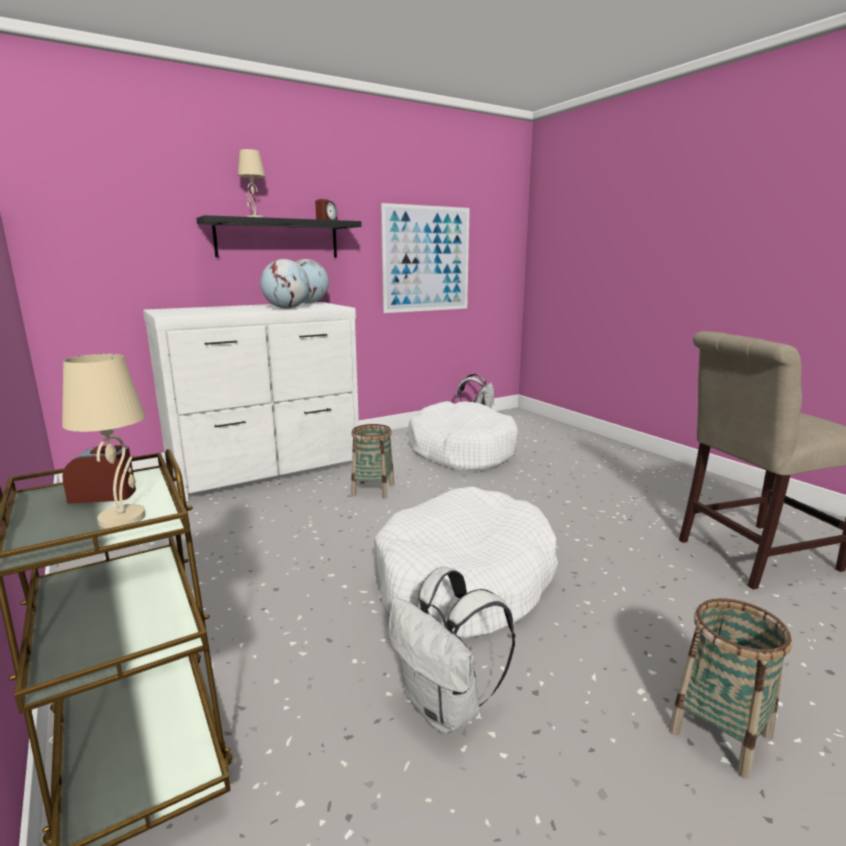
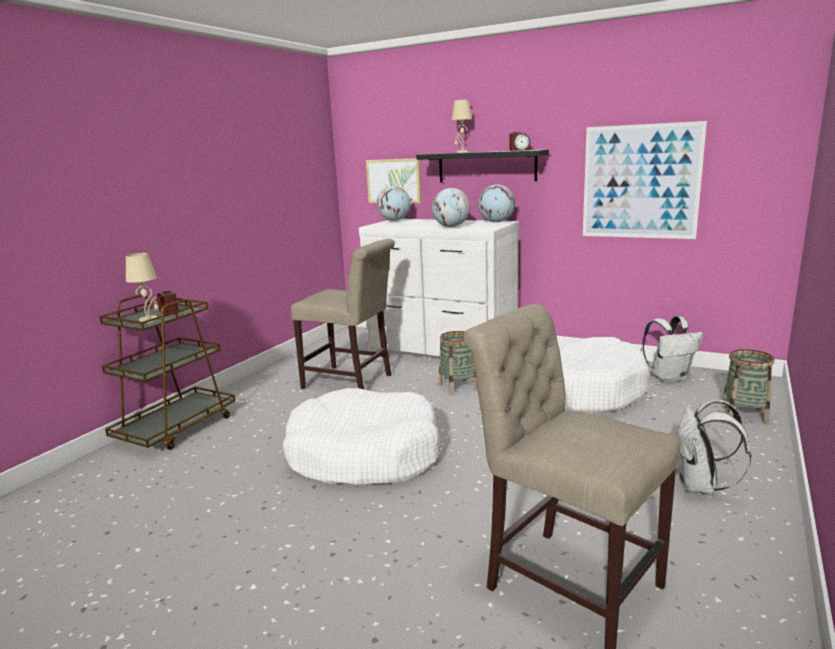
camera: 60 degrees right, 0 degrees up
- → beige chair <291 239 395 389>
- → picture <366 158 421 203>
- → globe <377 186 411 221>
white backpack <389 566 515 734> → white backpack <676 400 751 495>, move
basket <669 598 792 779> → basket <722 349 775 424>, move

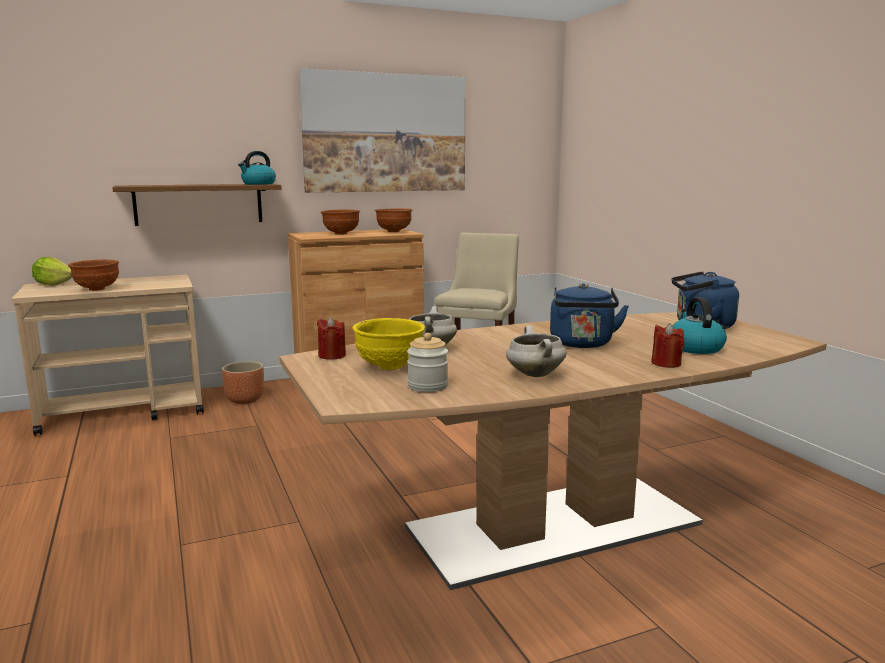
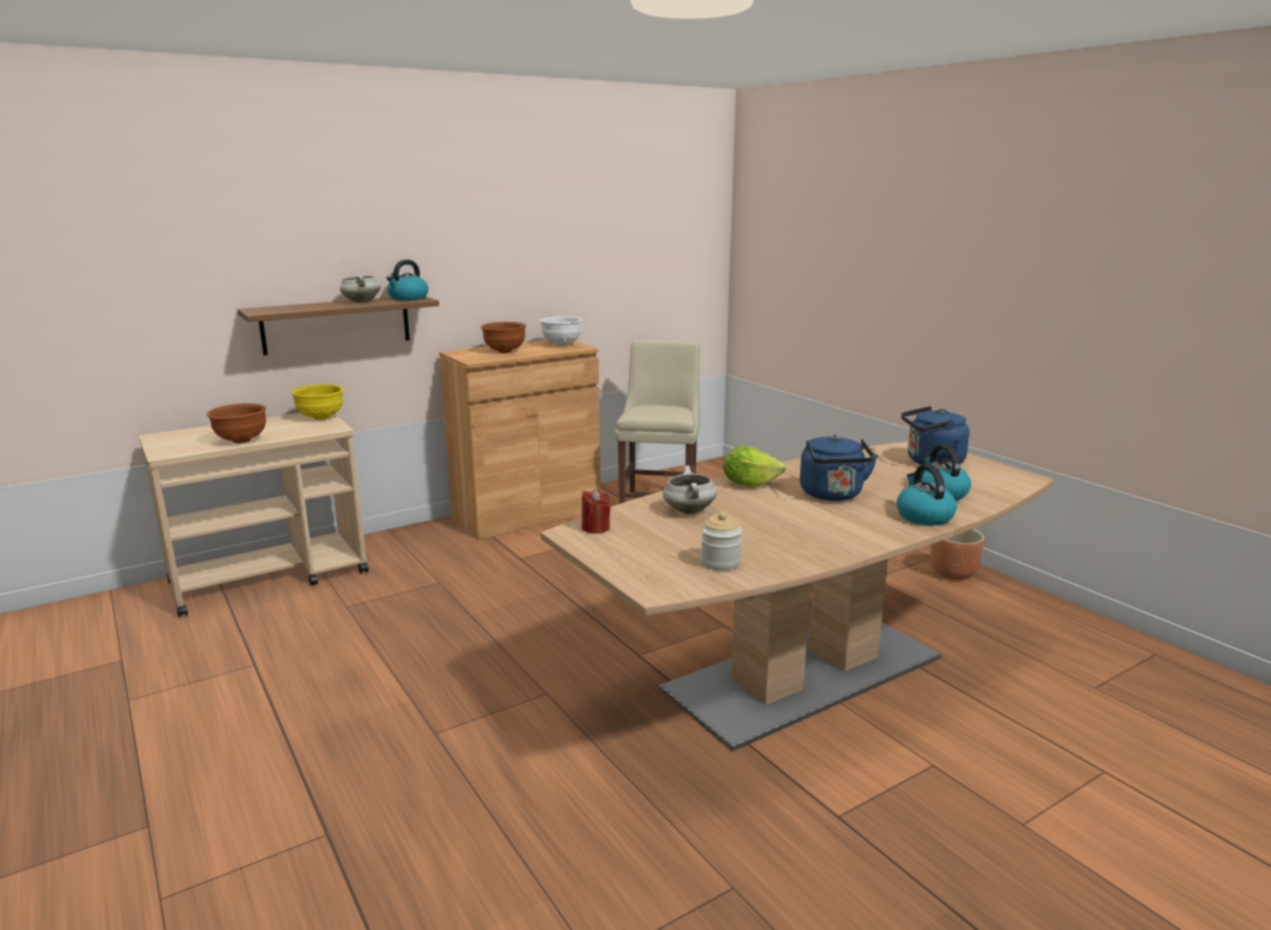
camera: 10 degrees left, 5 degrees up
picture <299 68 466 193> → -
lettuce <32 257 72 286> → lettuce <723 446 786 487>, move
brown planter <222 361 264 404> → brown planter <930 529 984 579>, move
yellow bowl <352 318 425 370> → yellow bowl <291 384 344 420>, move
white cooking pot <506 326 566 377> → white cooking pot <340 271 381 303>, move
red candle <651 323 684 368> → kettle <897 464 957 526>
brown bowl <375 209 412 232> → white bowl <539 316 583 346>

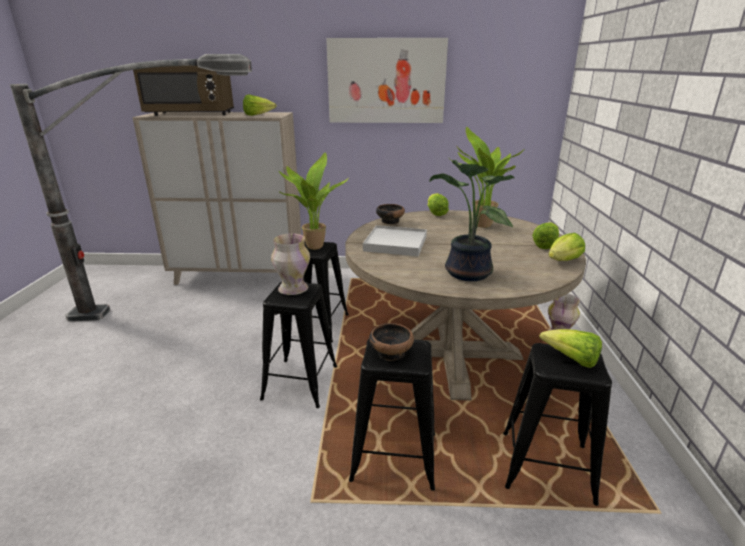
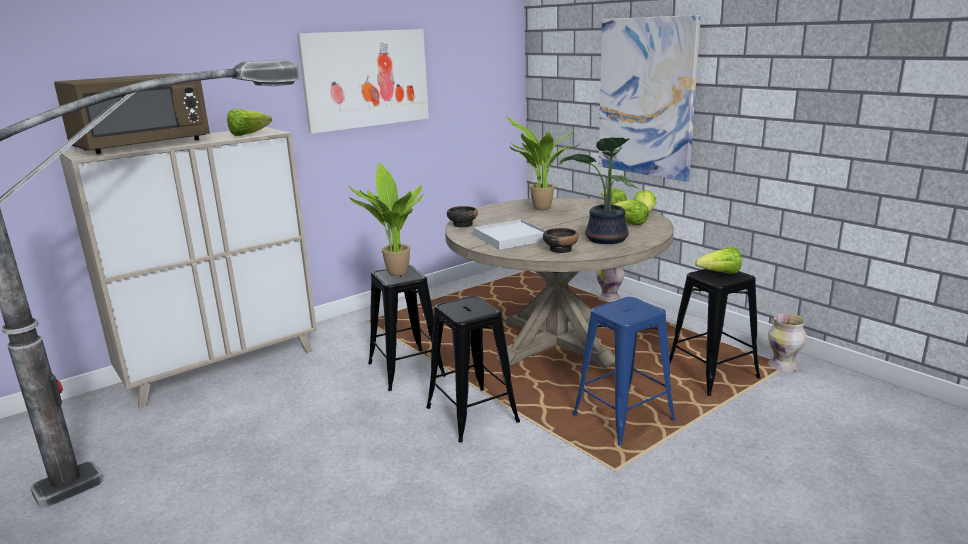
camera: 40 degrees left, 5 degrees down
- → picture <598 15 701 182>
vase <271 233 310 295> → vase <768 313 807 372>, move
bowl <369 323 414 361> → bowl <543 228 579 253>, move
lettuce <428 193 449 216> → lettuce <613 200 649 225>, move
black stool <349 339 435 491> → blue stool <572 297 676 446>

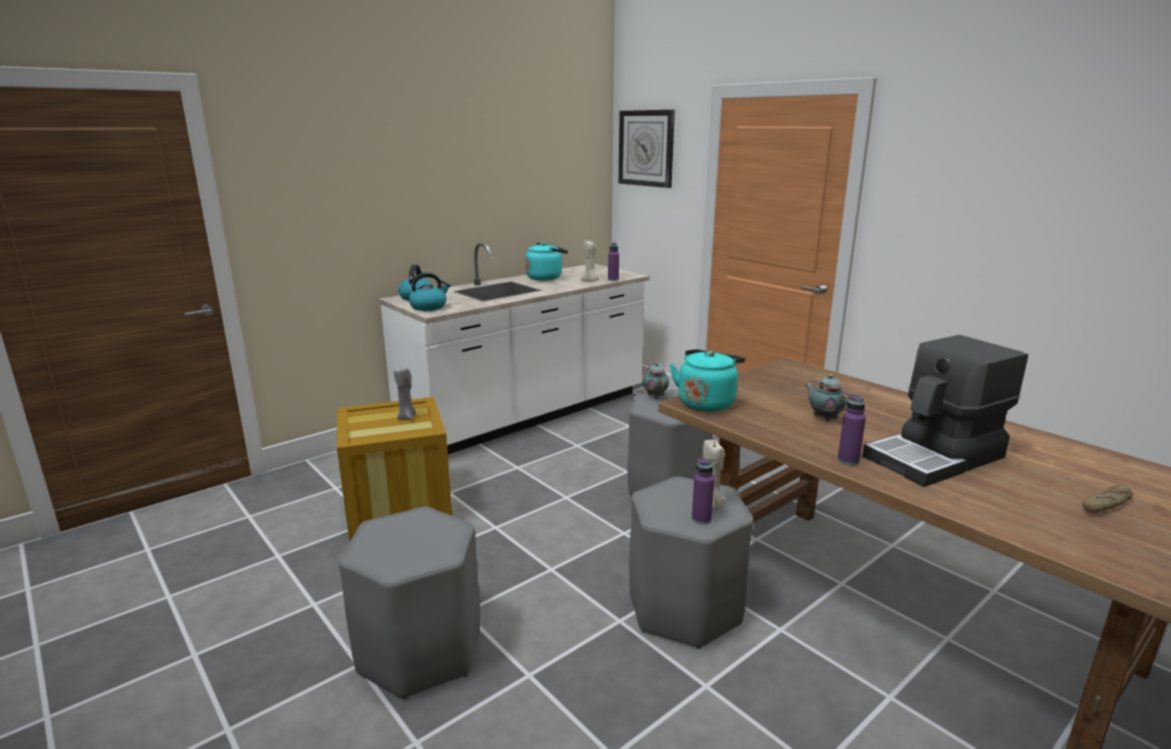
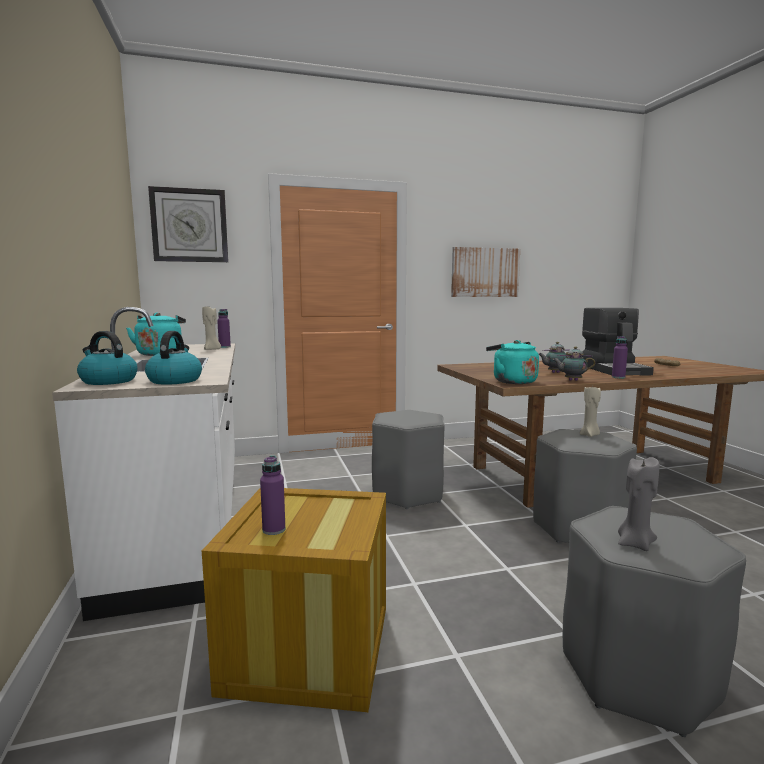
camera: 65 degrees left, 10 degrees down
- → picture <451 247 520 297>
grey candle <394 368 416 420> → grey candle <618 457 659 551>, move
teapot <643 362 669 399> → teapot <553 346 595 381>, move
purple bottle <692 458 715 524> → purple bottle <260 456 286 535>, move

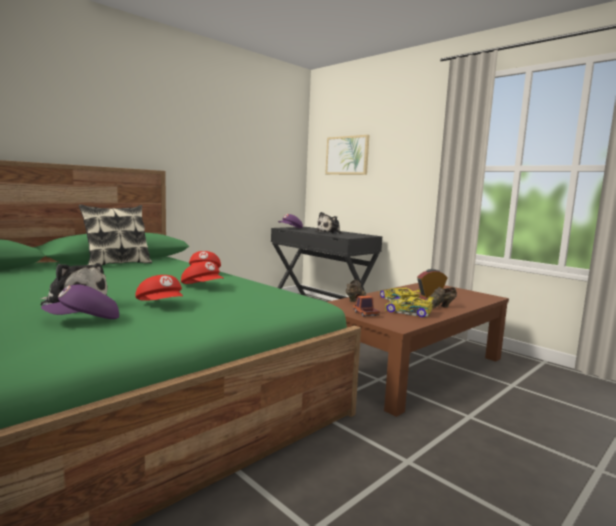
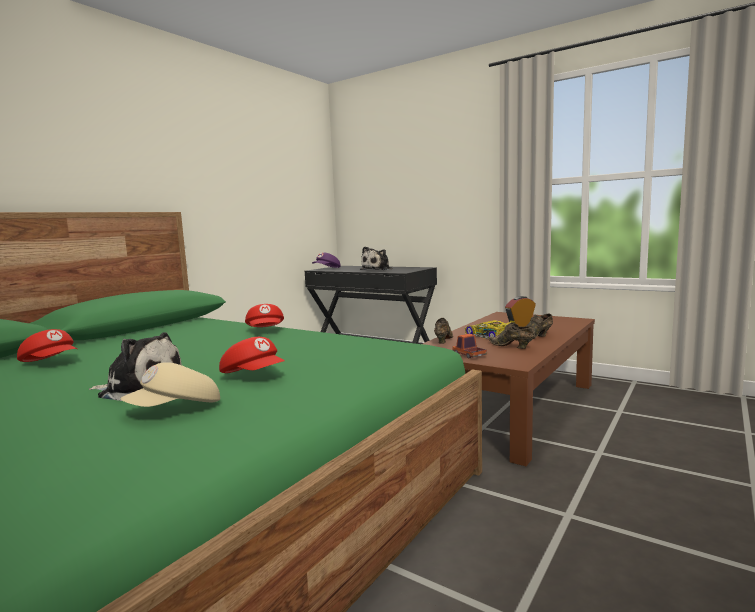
camera: 10 degrees left, 0 degrees up
pillow <79 205 152 266> → -
picture <326 135 370 175> → -
red cap <181 261 224 284> → red cap <17 329 77 362>, move
toy car <385 296 434 318> → brown shoe <488 322 535 349>
purple cap <41 284 119 319> → beige cap <120 362 220 407>

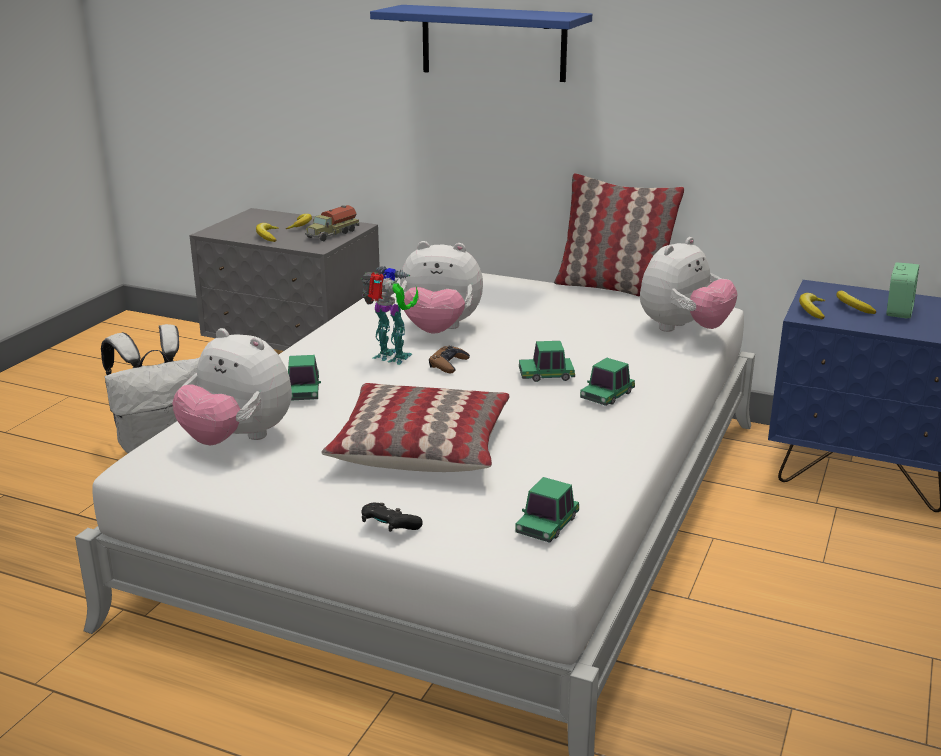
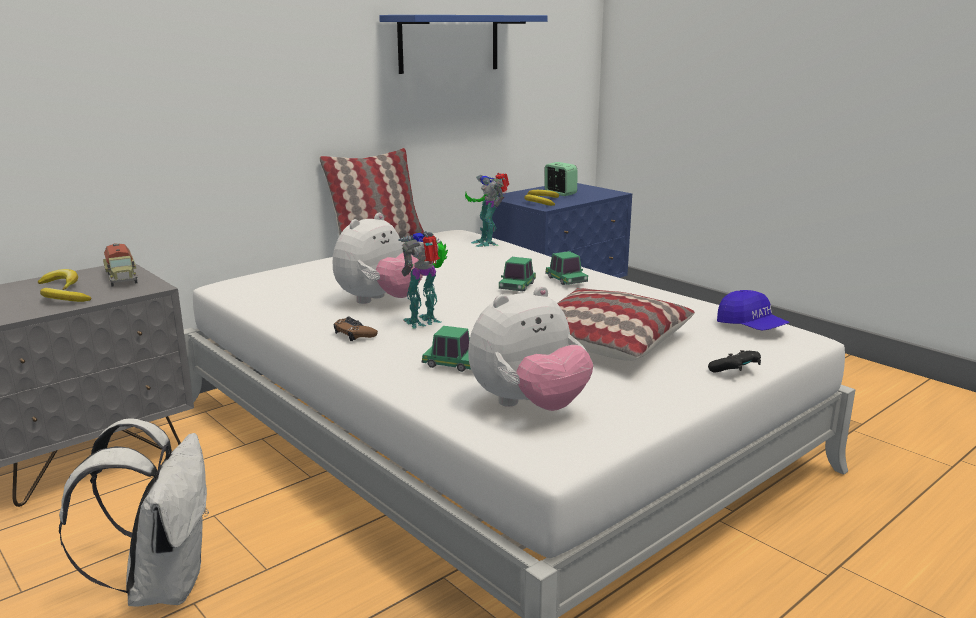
camera: 65 degrees left, 5 degrees down
blue shelf <370 5 592 82> → blue shelf <379 15 548 74>, move
brown game controller <429 346 470 373> → brown game controller <334 316 378 341>, move
toy car <515 477 579 543> → blue cap <717 290 790 331>
plush toy <640 237 737 332> → toy robot <465 173 509 247>

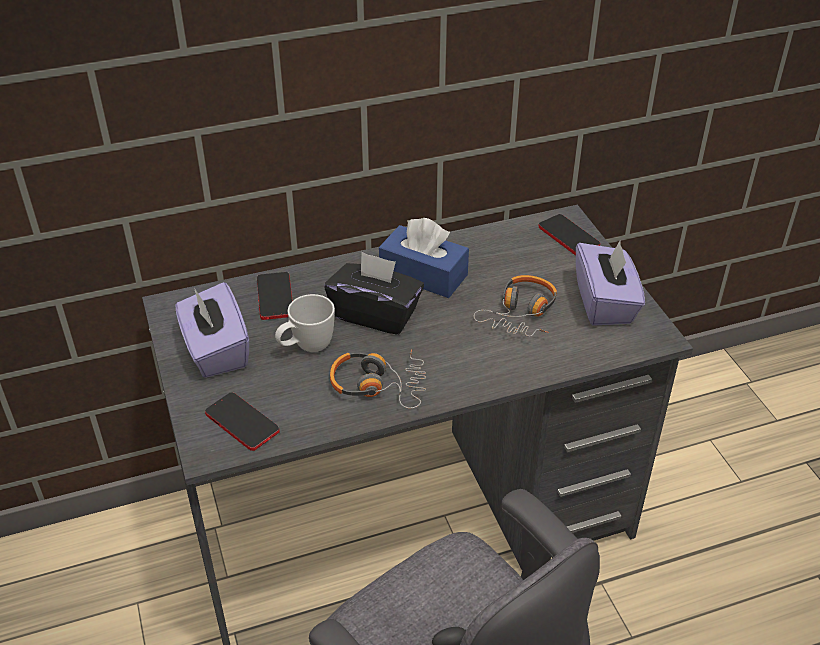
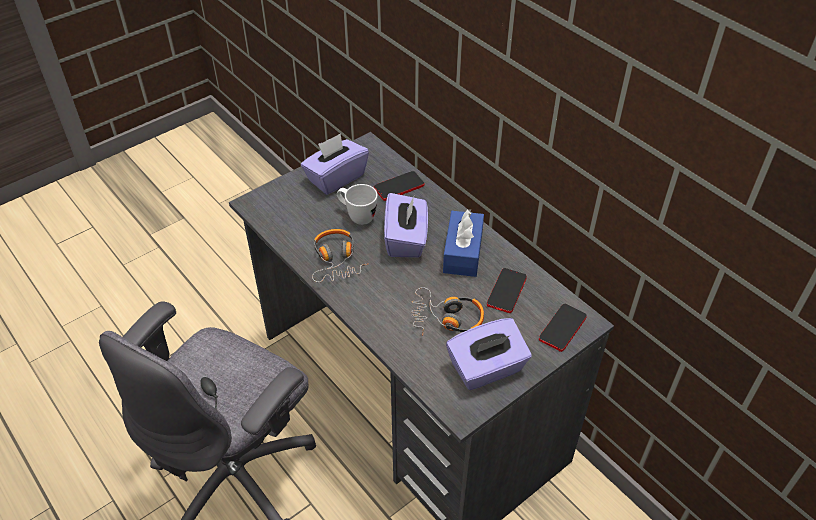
camera: 70 degrees right, 5 degrees up
phone <205 392 280 451> → phone <487 268 527 313>, move
black tissue box <325 252 424 335> → purple tissue box <384 193 428 258>

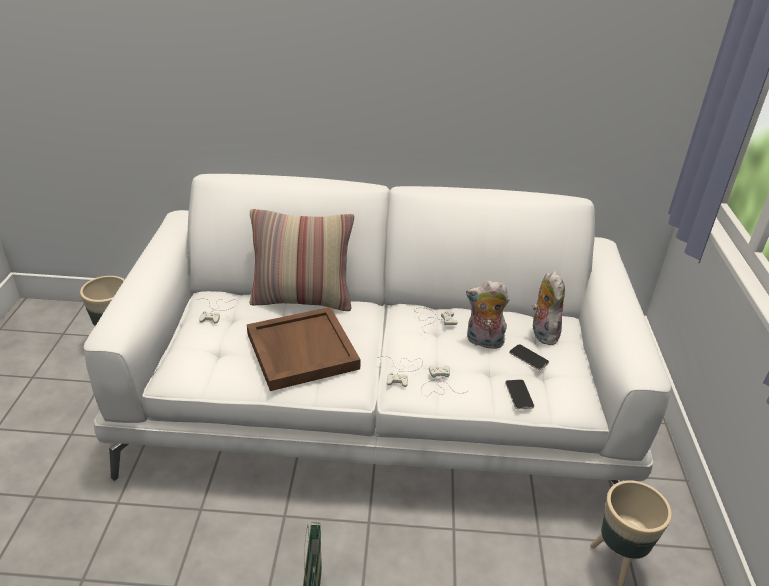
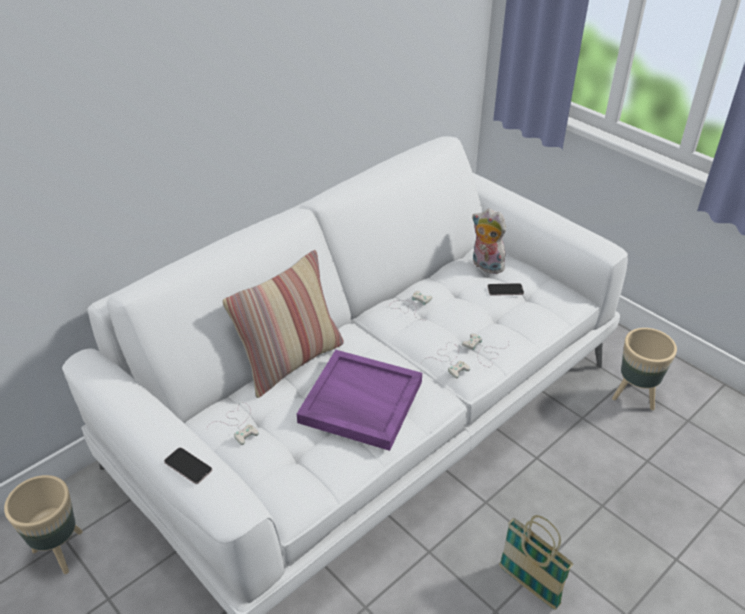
camera: 45 degrees left, 5 degrees up
plush toy <466 281 509 349> → -
phone <505 379 534 409> → phone <164 447 212 484>, move
brown tray <247 307 361 391> → purple tray <297 350 422 451>

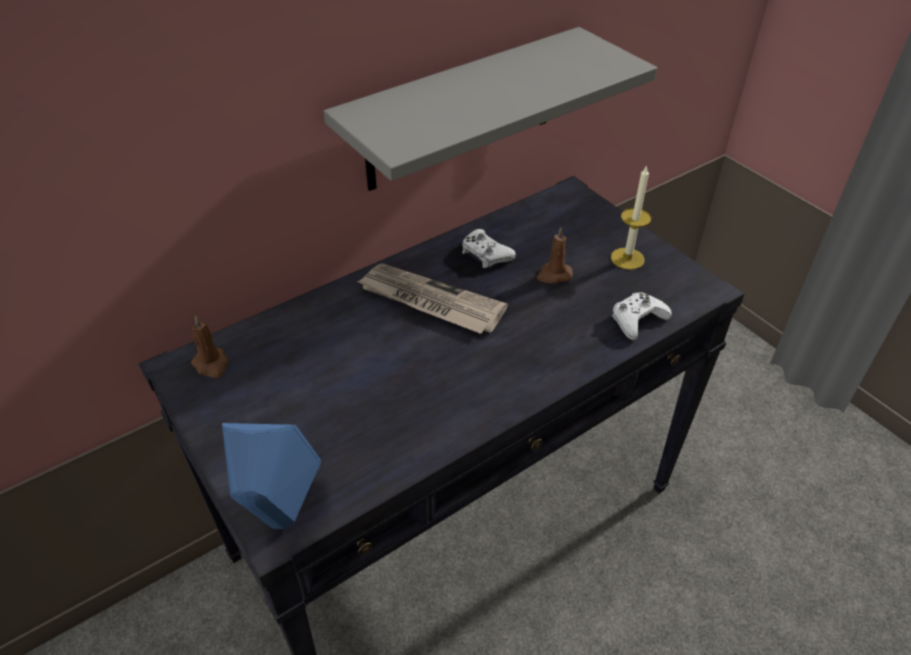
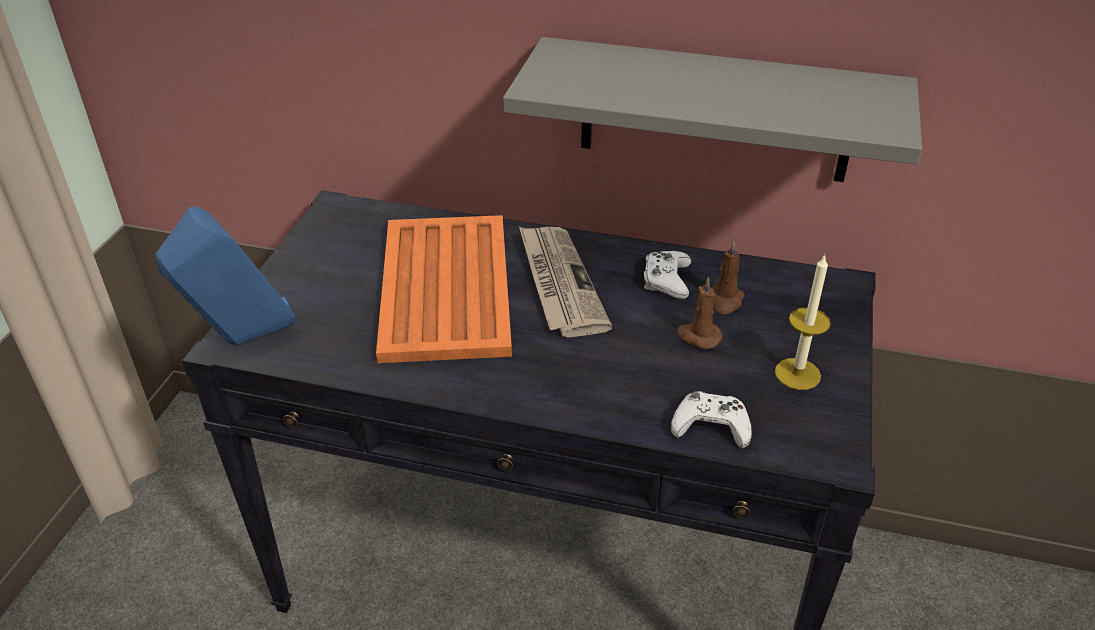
camera: 50 degrees right, 5 degrees down
- → orange tray <376 215 512 363>
brown candle <191 315 228 378> → brown candle <710 241 745 314>, move

